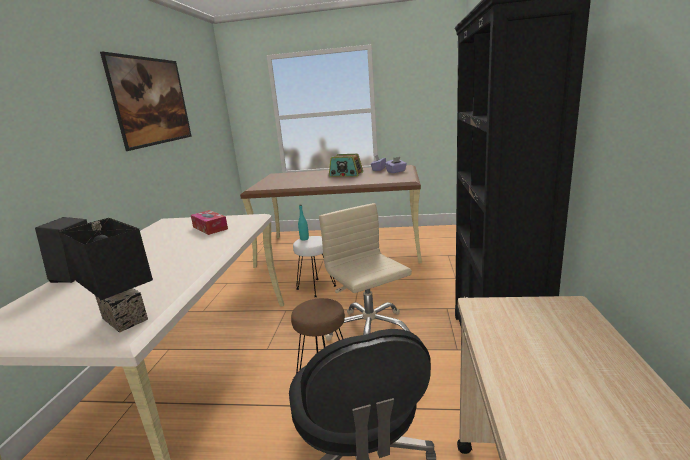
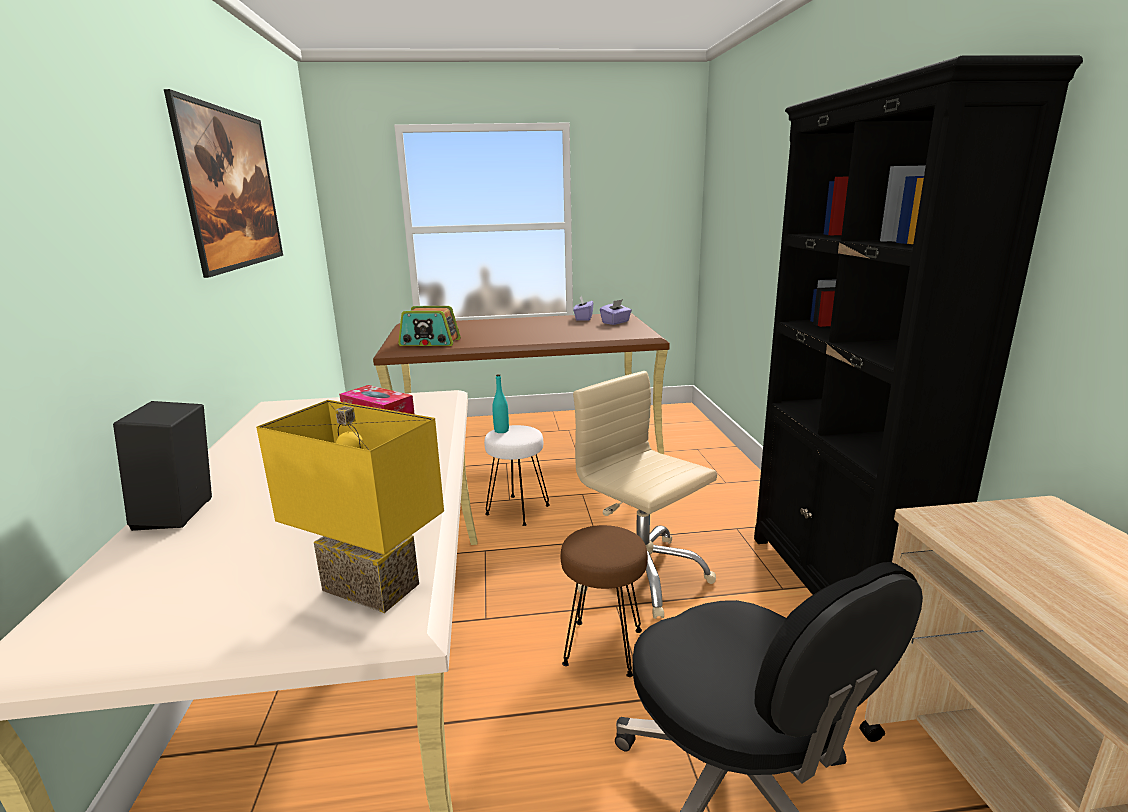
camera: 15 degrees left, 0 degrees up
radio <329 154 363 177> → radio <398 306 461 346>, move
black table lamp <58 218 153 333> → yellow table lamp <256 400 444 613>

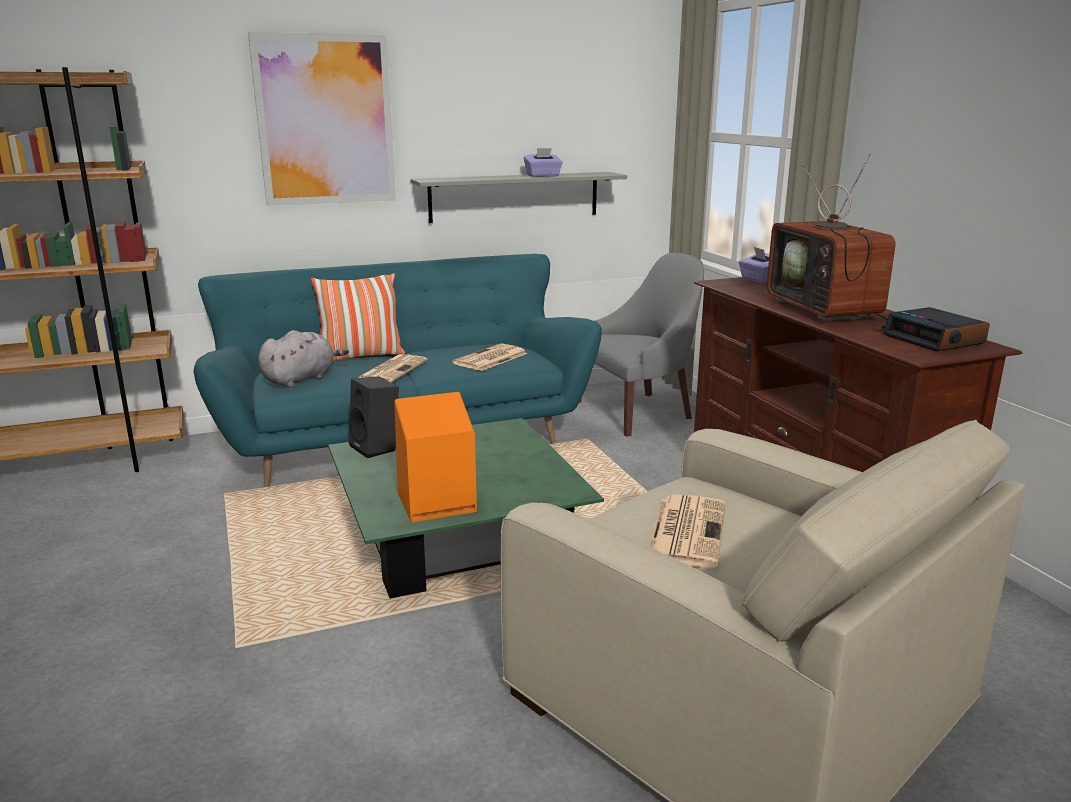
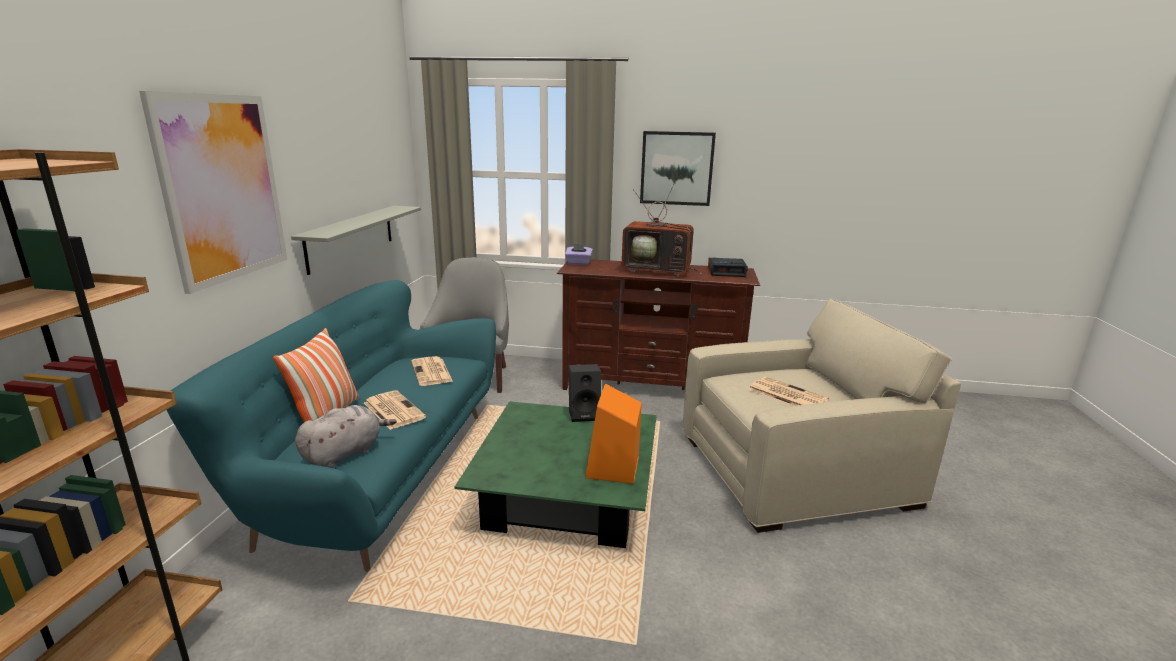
camera: 60 degrees left, 0 degrees up
purple tissue box <524 148 563 177> → -
- → picture <640 131 716 206>
black speaker <349 376 399 458> → black speaker <569 364 601 422>, move
grey plush toy <258 330 349 388> → grey plush toy <295 405 397 468>, 60 degrees clockwise

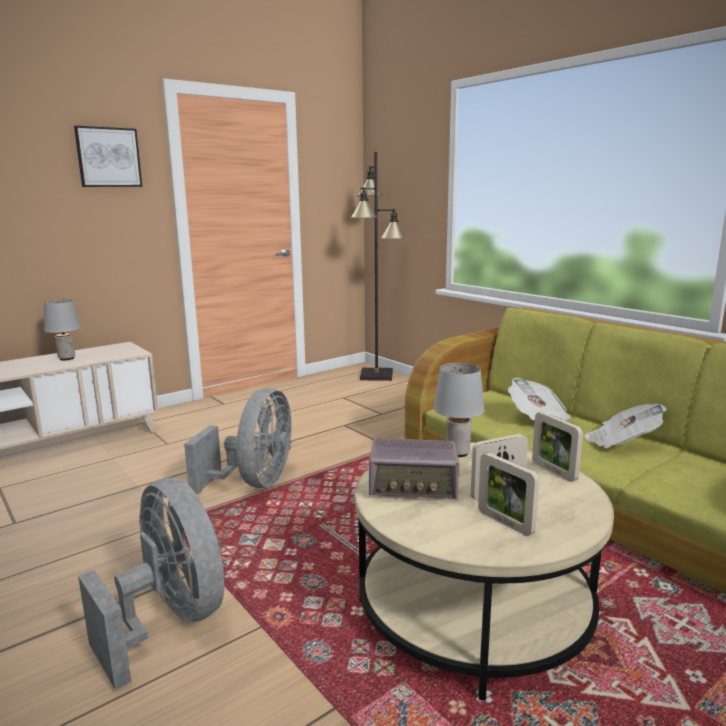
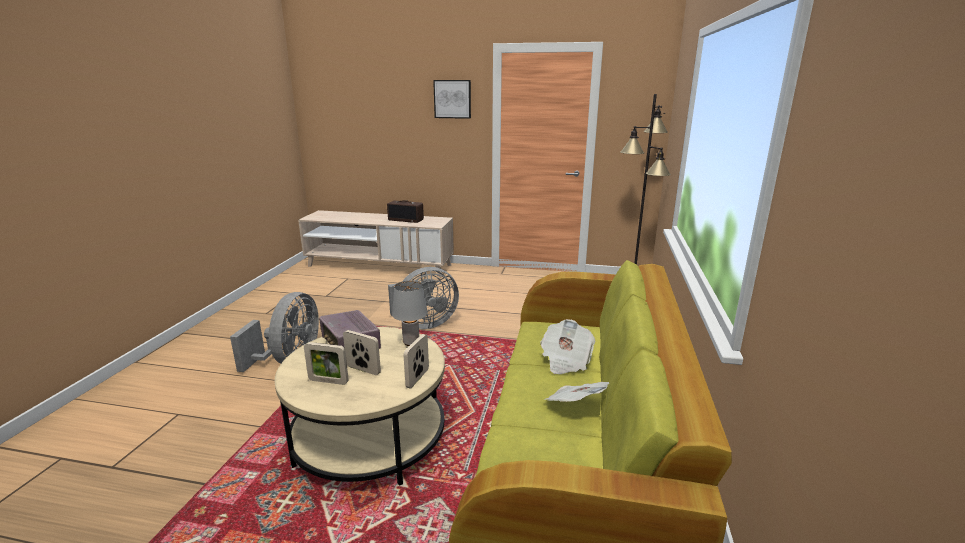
camera: 50 degrees right, 5 degrees up
grey table lamp <44 299 80 360> → radio <387 200 424 223>
picture frame <478 453 539 536> → picture frame <304 342 349 385>, 90 degrees counterclockwise

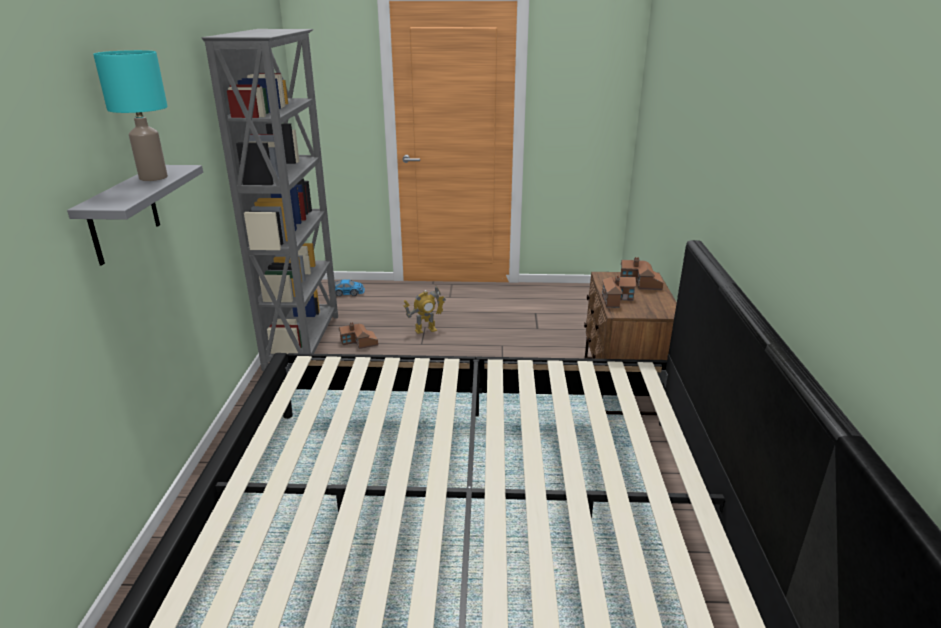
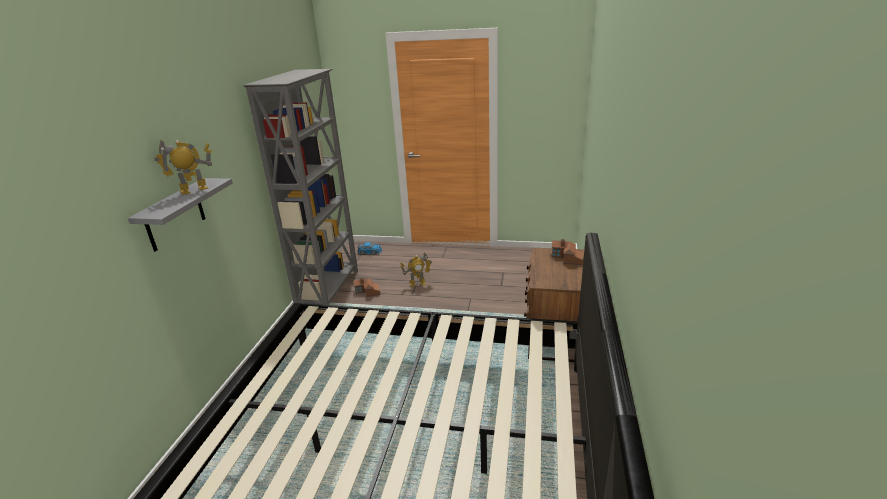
camera: 10 degrees right, 0 degrees up
toy house <602 275 636 308> → -
turquoise table lamp <93 50 168 181> → toy robot <154 140 212 195>

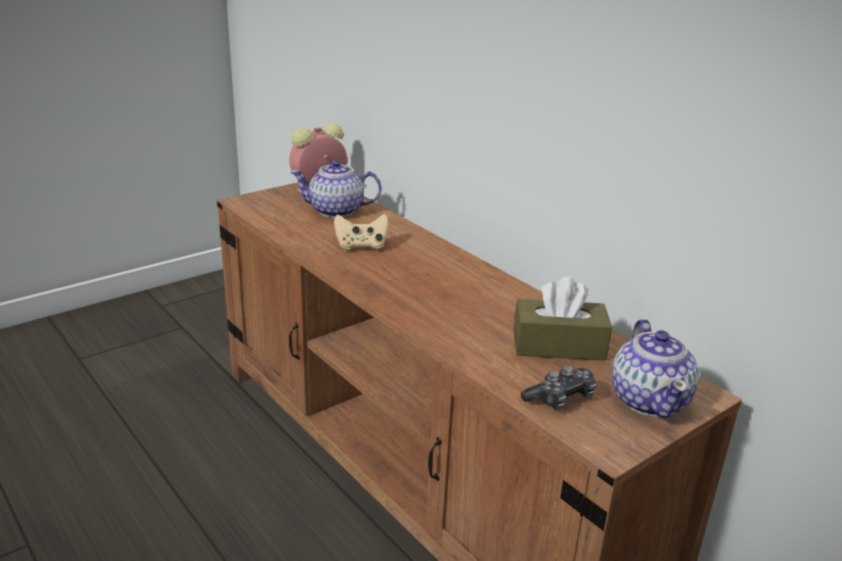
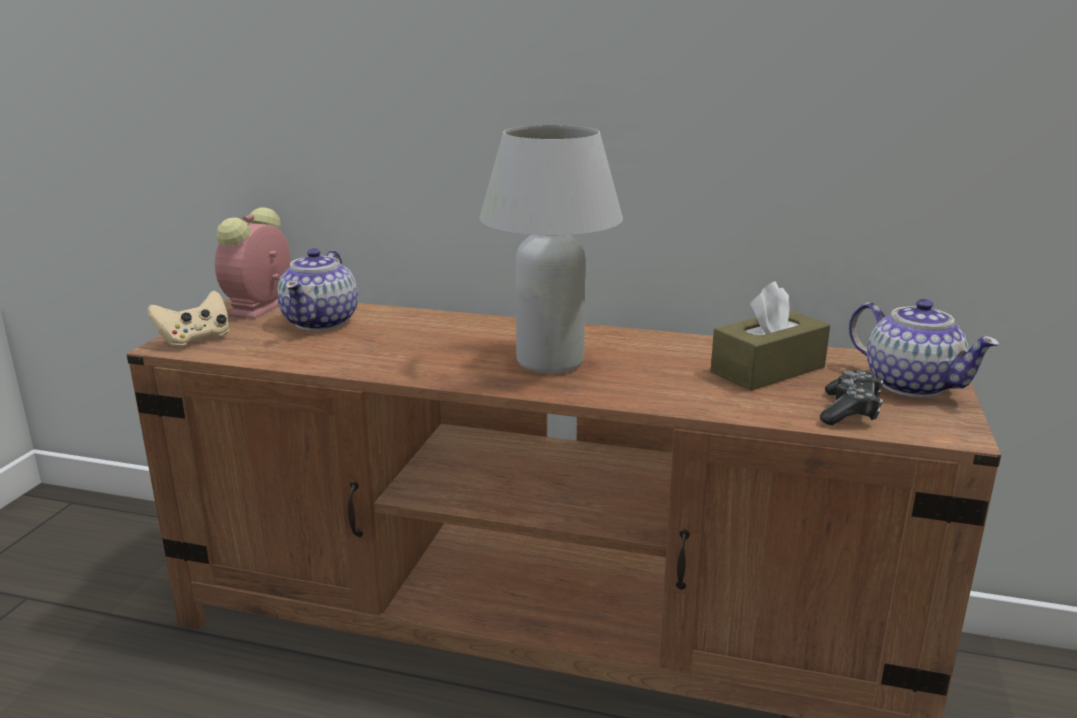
camera: 35 degrees left, 5 degrees down
- → white table lamp <479 125 623 374>
beige game controller <334 214 388 250> → beige game controller <147 291 230 348>, move
teapot <290 160 382 218> → teapot <277 248 358 331>, 45 degrees counterclockwise

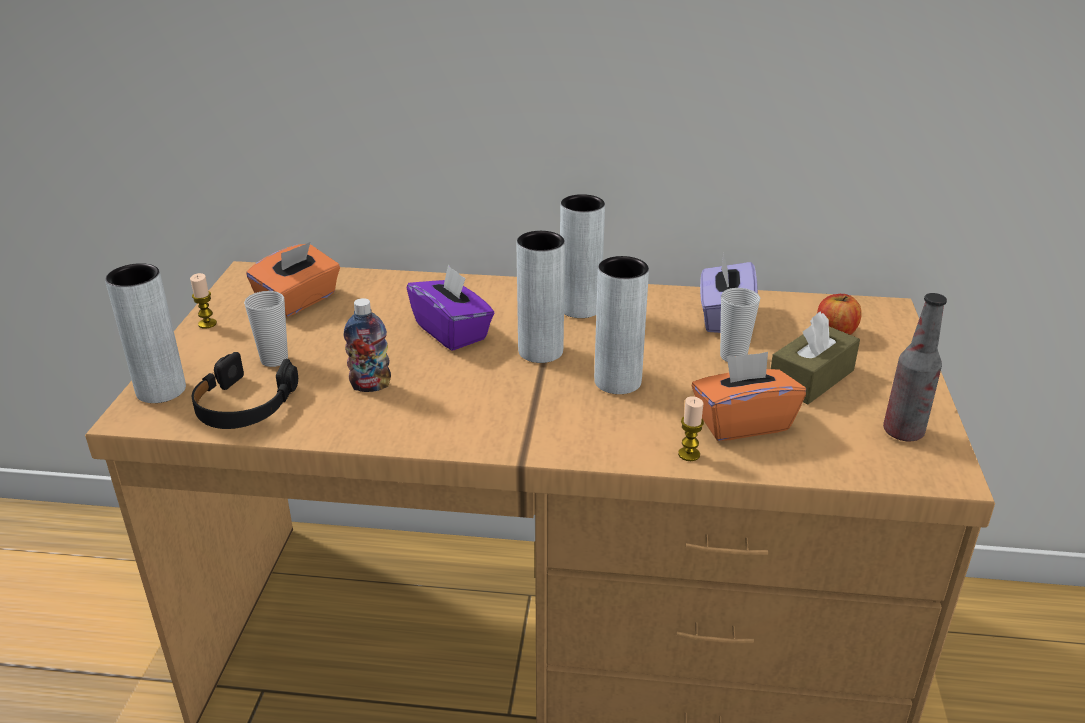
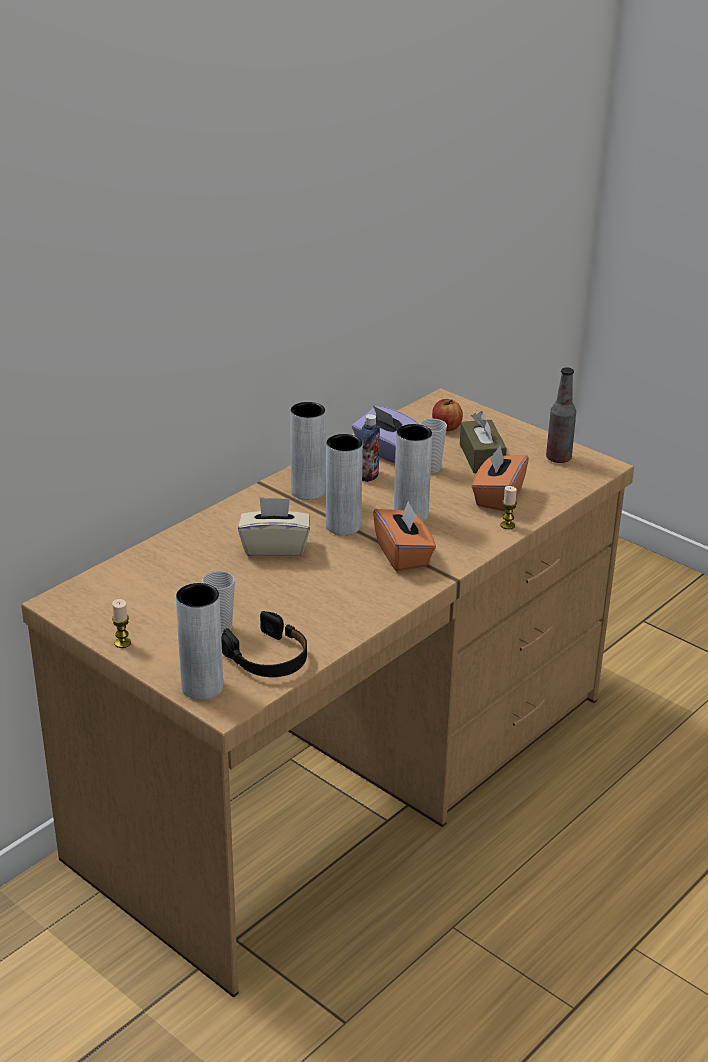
camera: 55 degrees left, 0 degrees up
orange tissue box <246 242 340 317> → orange tissue box <373 500 436 571>, move
bottle <344 298 391 392> → bottle <361 414 380 482>, move
purple tissue box <407 264 494 351> → beige tissue box <238 497 310 557>

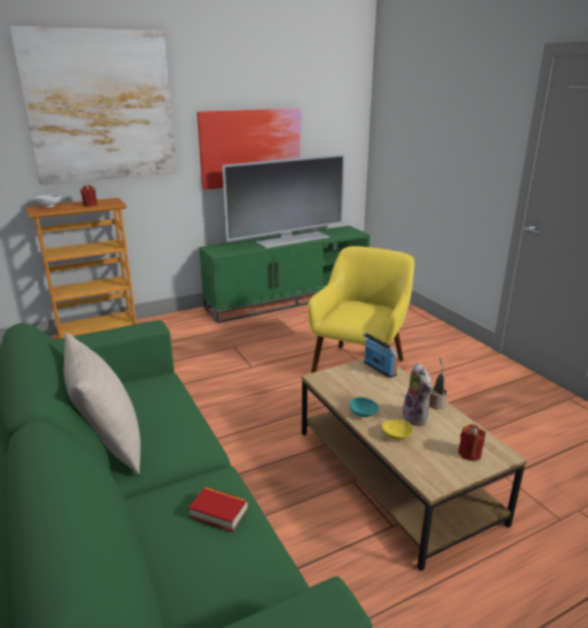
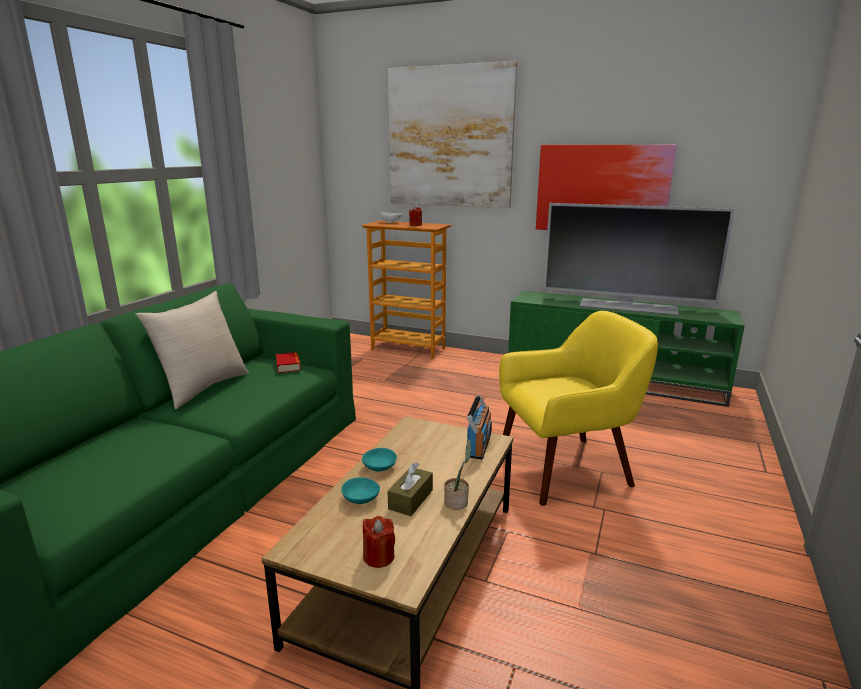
camera: 50 degrees right, 5 degrees down
book <188 487 248 532> → book <276 352 301 373>, move
plush toy <402 363 432 426> → brown tissue box <388 462 433 516>
yellow bowl <382 419 413 440> → turquoise bowl <341 477 380 504>

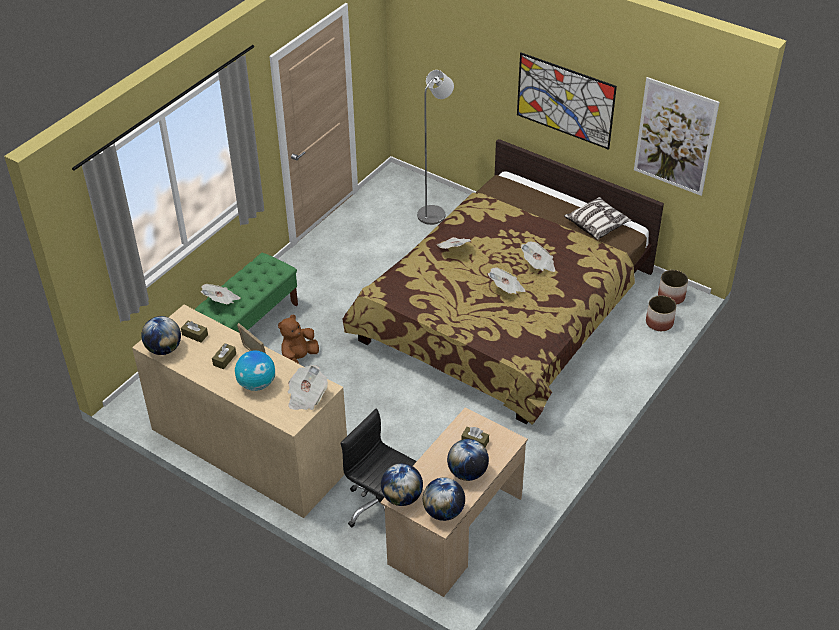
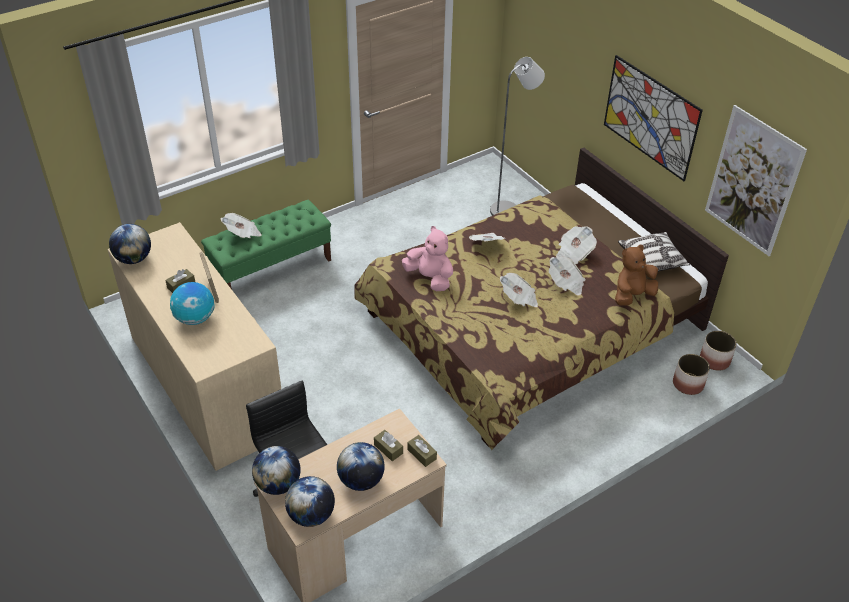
camera: 20 degrees right, 0 degrees up
- → pink plush toy <402 226 453 291>
brown tissue box <181 321 208 342> → brown tissue box <407 435 437 467>, move
brown plush toy <278 314 319 364> → brown plush toy <615 245 658 306>, move
newspaper <288 365 328 410> → newspaper <556 226 597 264>, move

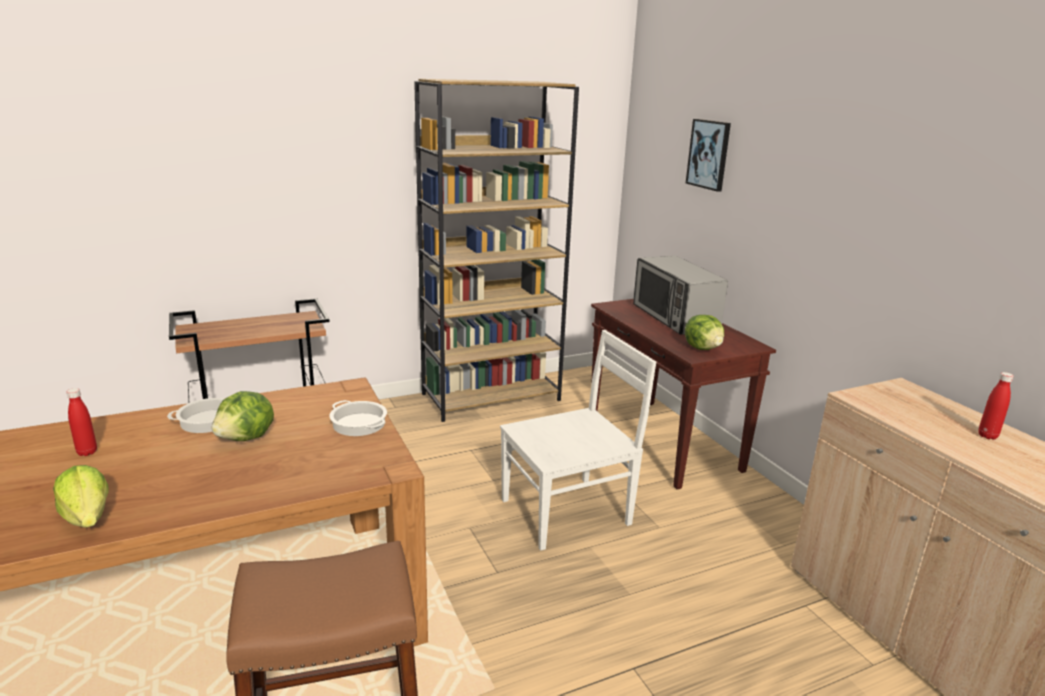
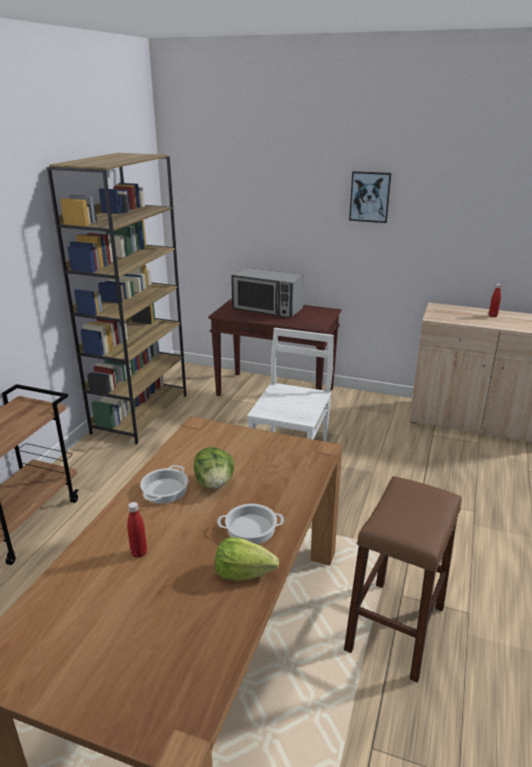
camera: 45 degrees left, 5 degrees up
lettuce <685 315 724 350> → -
cooking pot <329 400 387 436> → cooking pot <217 504 284 544>, move
picture <686 119 731 192> → picture <349 171 391 223>, move

